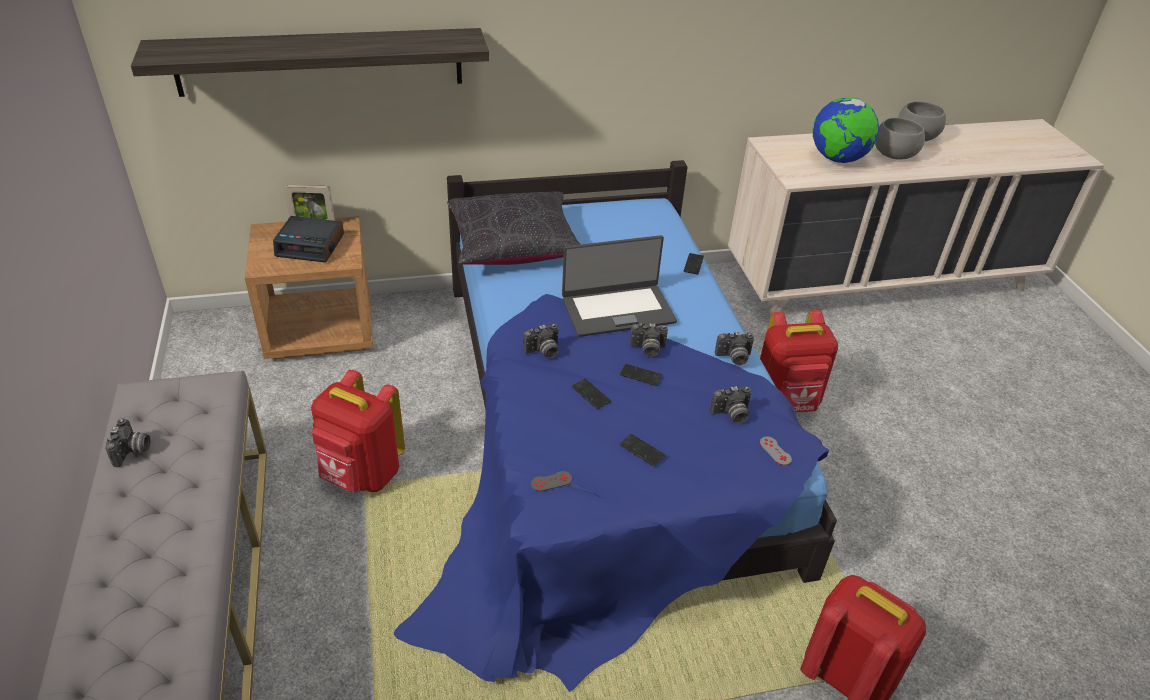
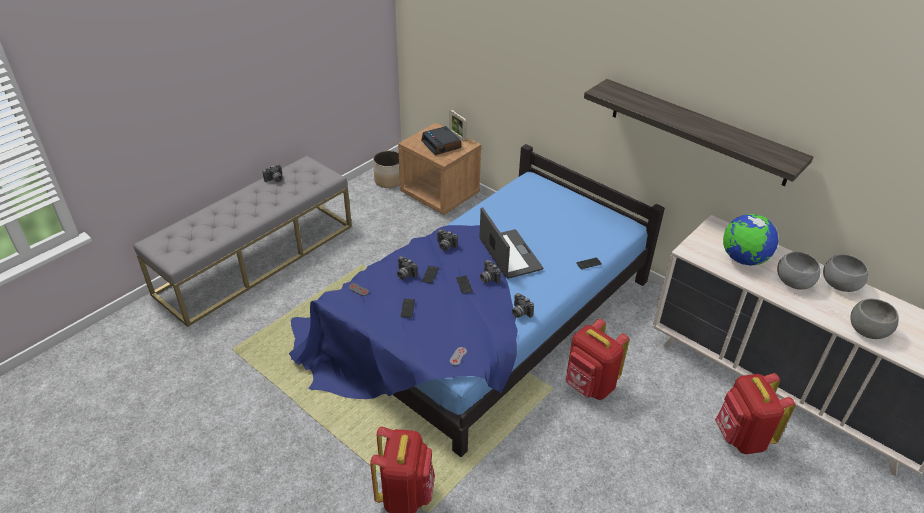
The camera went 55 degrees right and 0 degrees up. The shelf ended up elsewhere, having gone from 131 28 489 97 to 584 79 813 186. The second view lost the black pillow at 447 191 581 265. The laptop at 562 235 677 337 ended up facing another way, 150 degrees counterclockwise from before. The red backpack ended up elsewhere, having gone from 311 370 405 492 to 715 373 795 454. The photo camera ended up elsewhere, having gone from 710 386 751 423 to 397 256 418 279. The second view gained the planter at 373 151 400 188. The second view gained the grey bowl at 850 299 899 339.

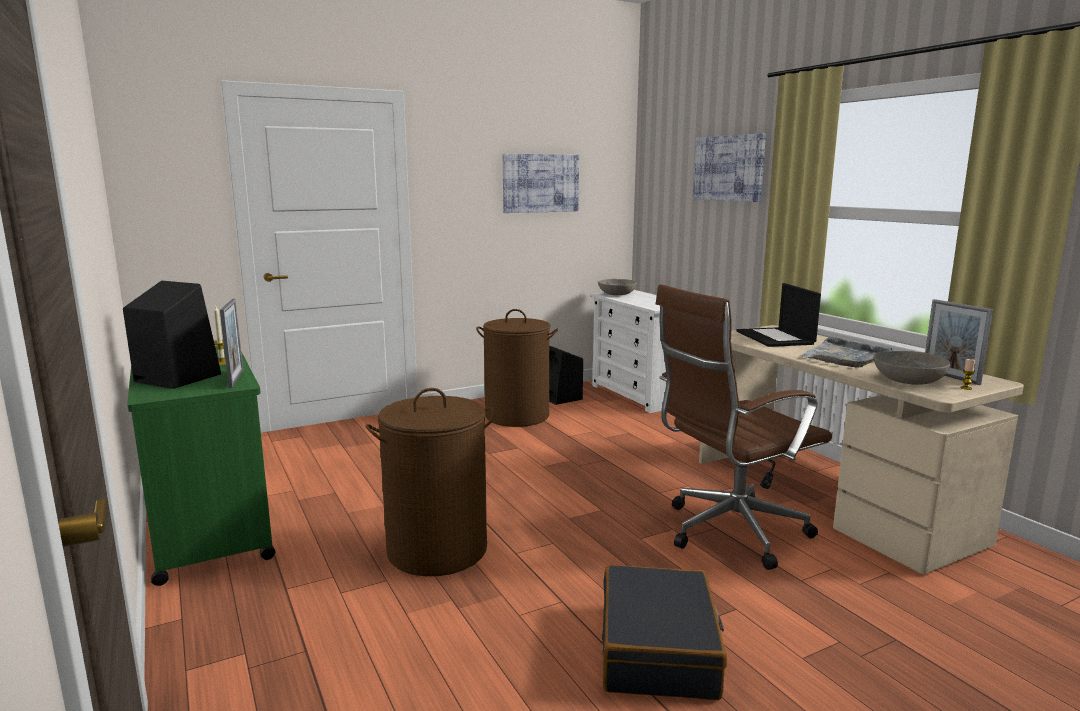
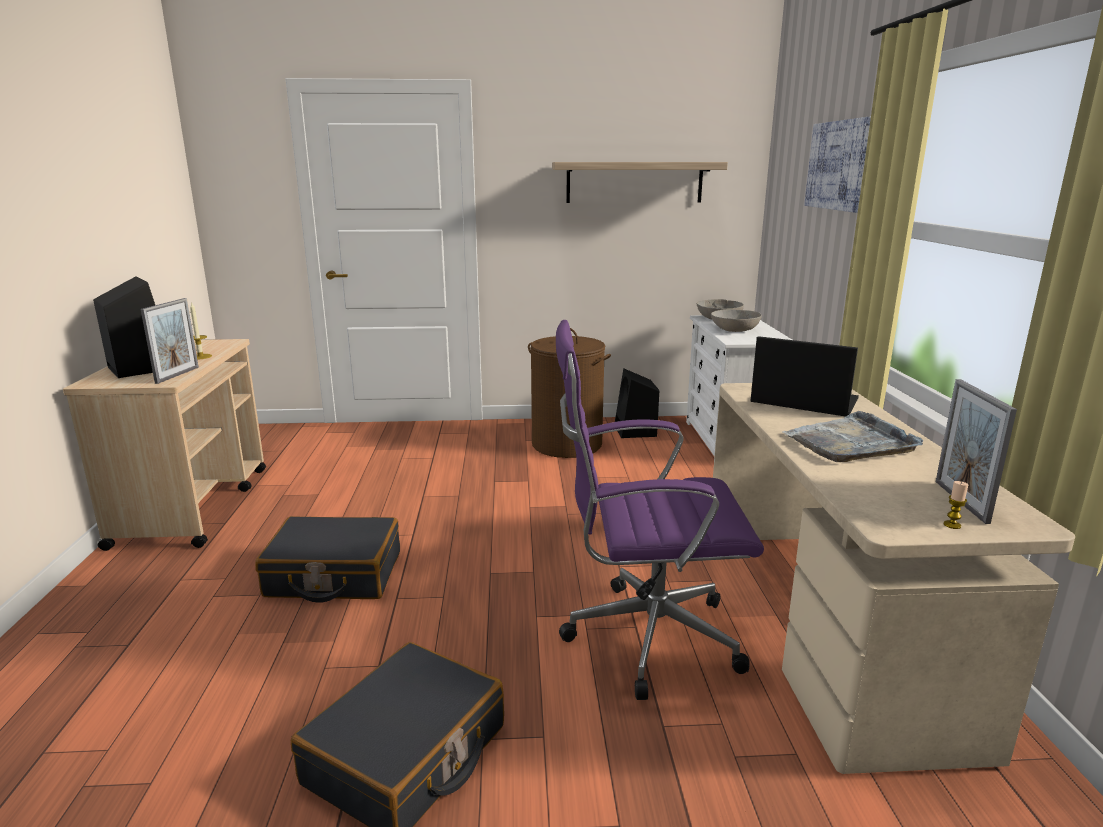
The camera went 25 degrees right and 5 degrees up. Where the picture hung at 503 154 579 213, the shelf came to hang at 552 162 728 203. The laptop at 736 283 821 347 ended up facing another way, 105 degrees clockwise from before. What was the brown office chair at 656 284 832 570 turned into the purple office chair at 556 320 764 700. What was the green cart at 127 345 276 586 turned into the beige cart at 63 339 266 551. The grey bowl ended up elsewhere, having gone from 873 351 951 385 to 711 309 762 332. Where the brown laundry basket stood at 366 388 495 576, the black suitcase came to stand at 255 516 400 603.

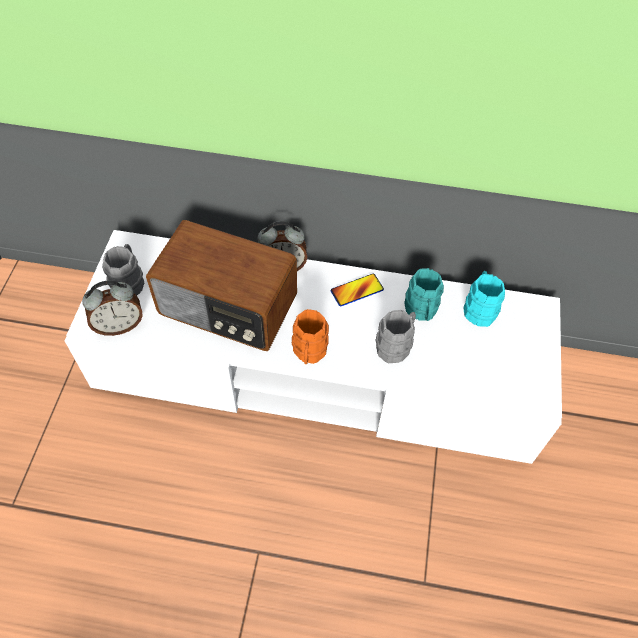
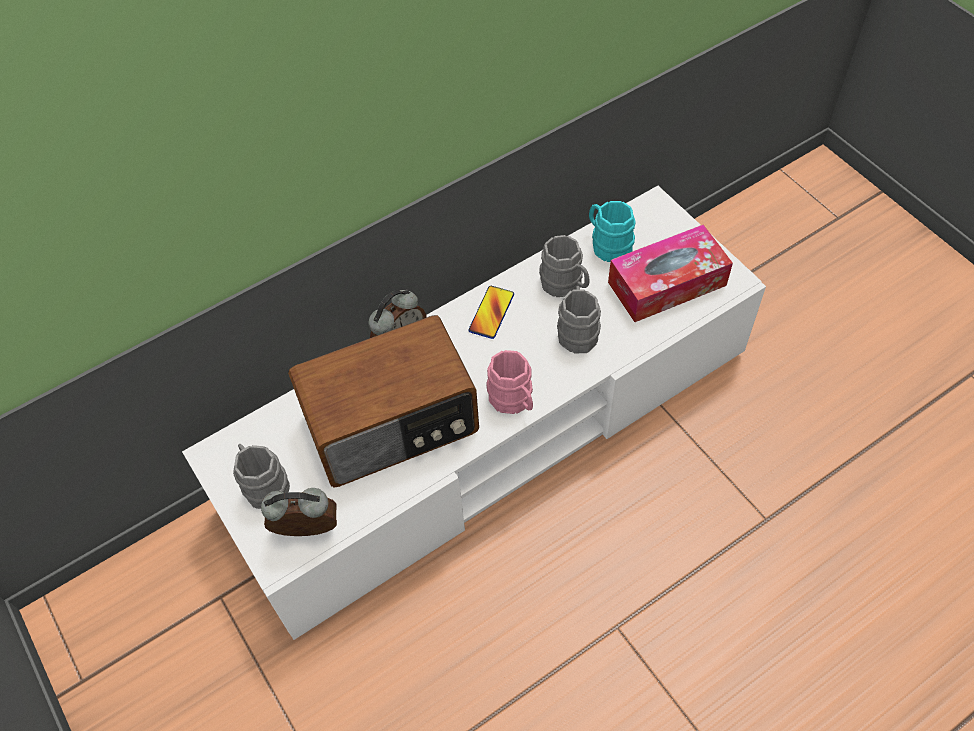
The camera went 40 degrees left and 0 degrees up. What was the turquoise mug at 405 268 444 321 turned into the grey mug at 539 235 590 297. The alarm clock at 82 281 143 336 ended up facing another way, 120 degrees counterclockwise from before. What was the orange mug at 292 309 329 364 turned into the pink mug at 486 350 533 414. The second view gained the tissue box at 608 225 733 322.

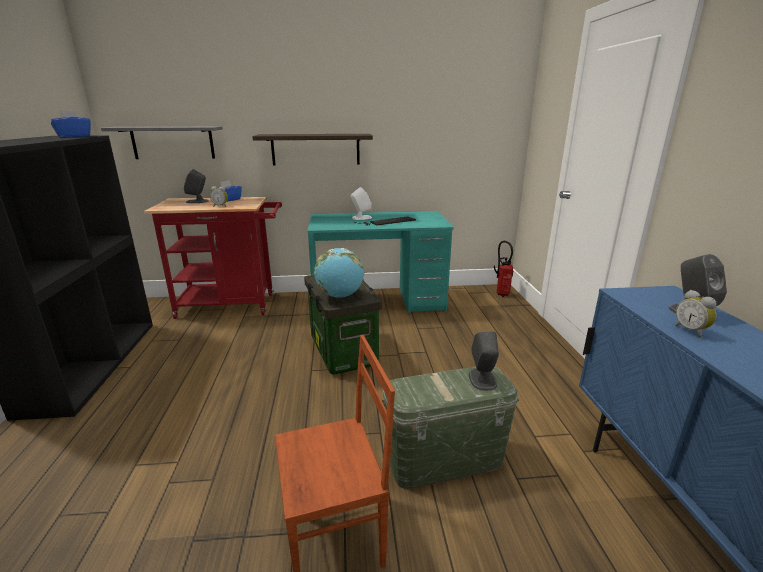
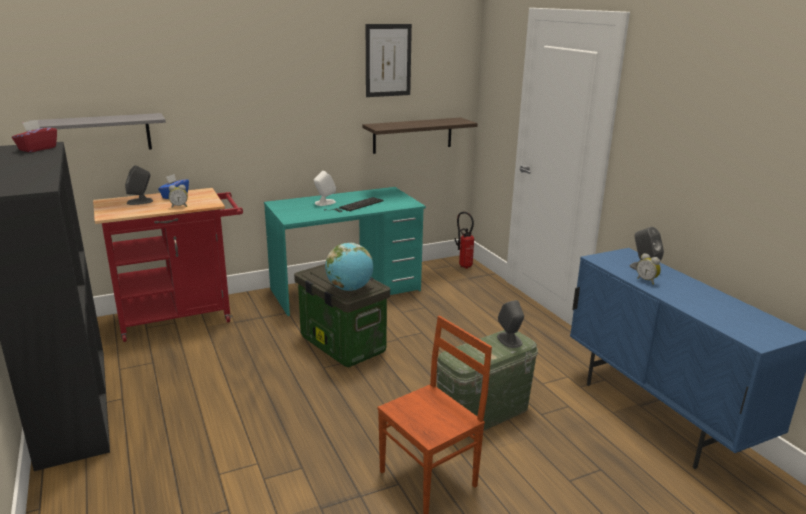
The camera went 20 degrees left and 0 degrees up. What was the blue tissue box at 51 110 90 137 turned into the red tissue box at 12 120 57 152. The shelf ended up elsewhere, having gone from 252 134 373 165 to 362 117 478 154. The second view gained the picture at 366 24 412 97.

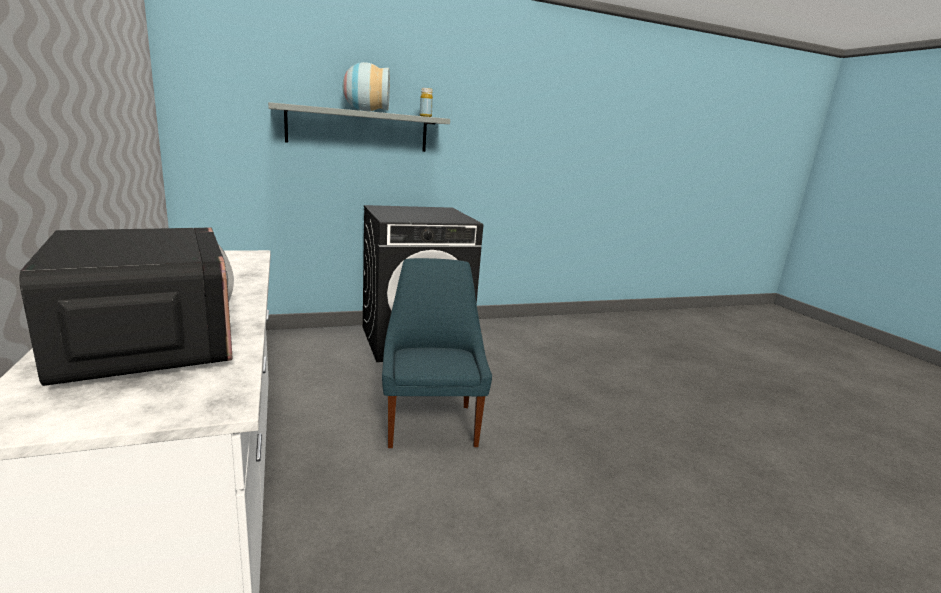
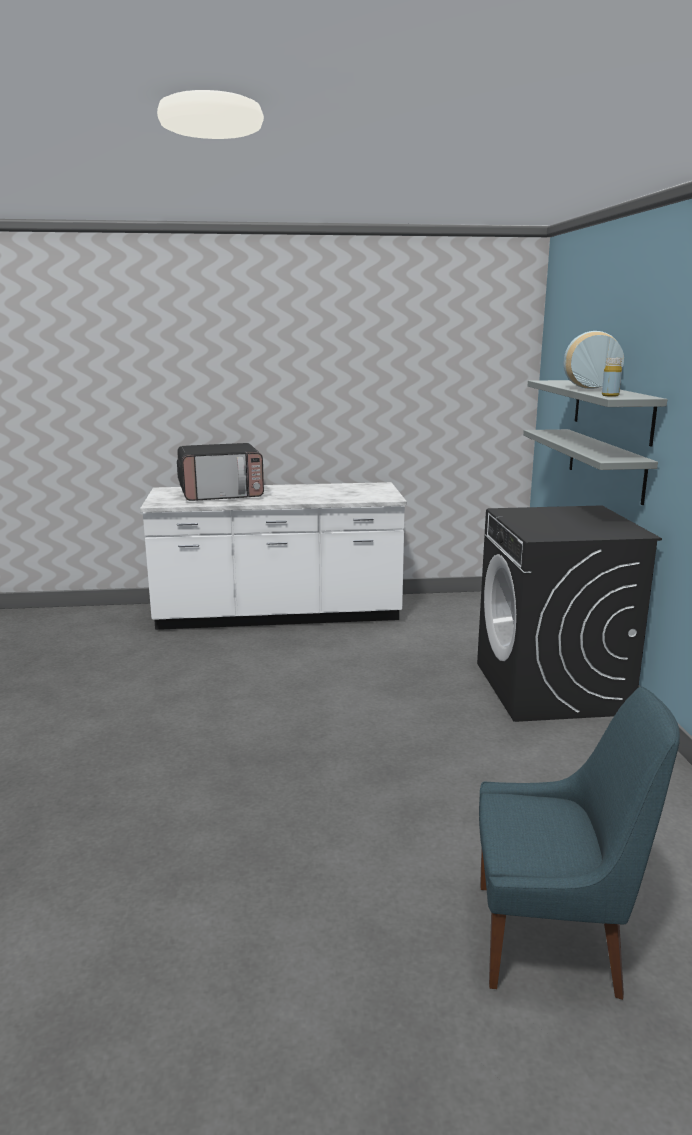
The camera went 105 degrees right and 0 degrees up. The blue chair ended up elsewhere, having gone from 382 258 492 448 to 479 686 680 1000. The second view gained the grey shelf at 523 429 658 505.

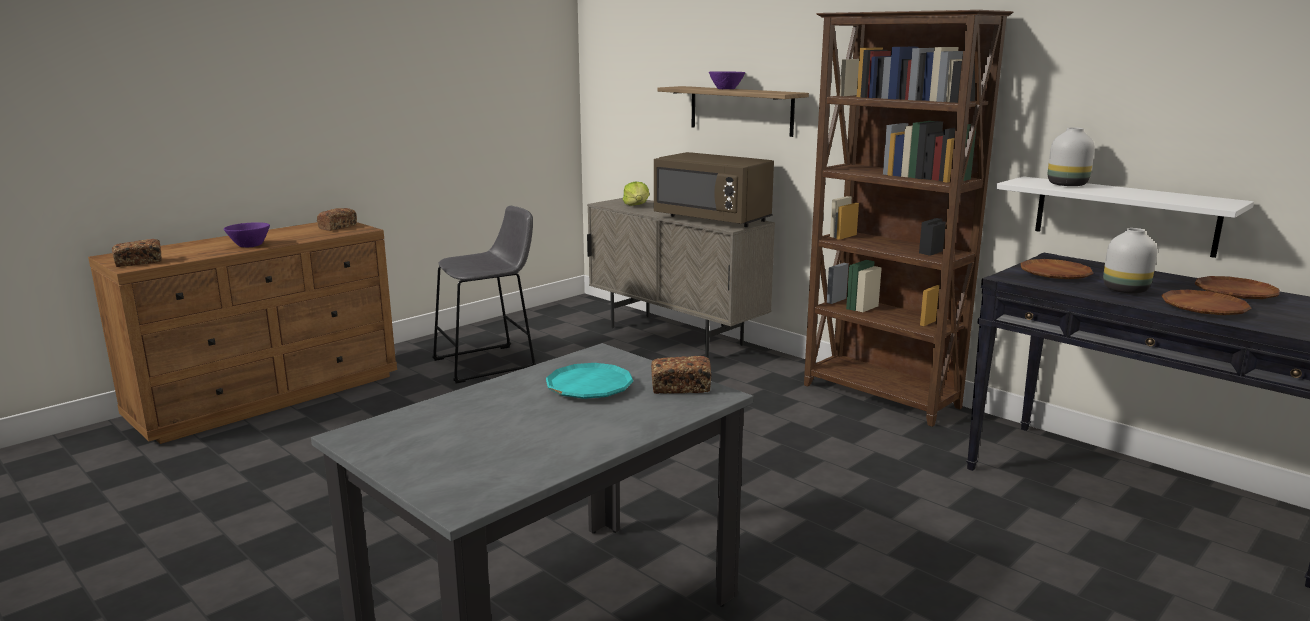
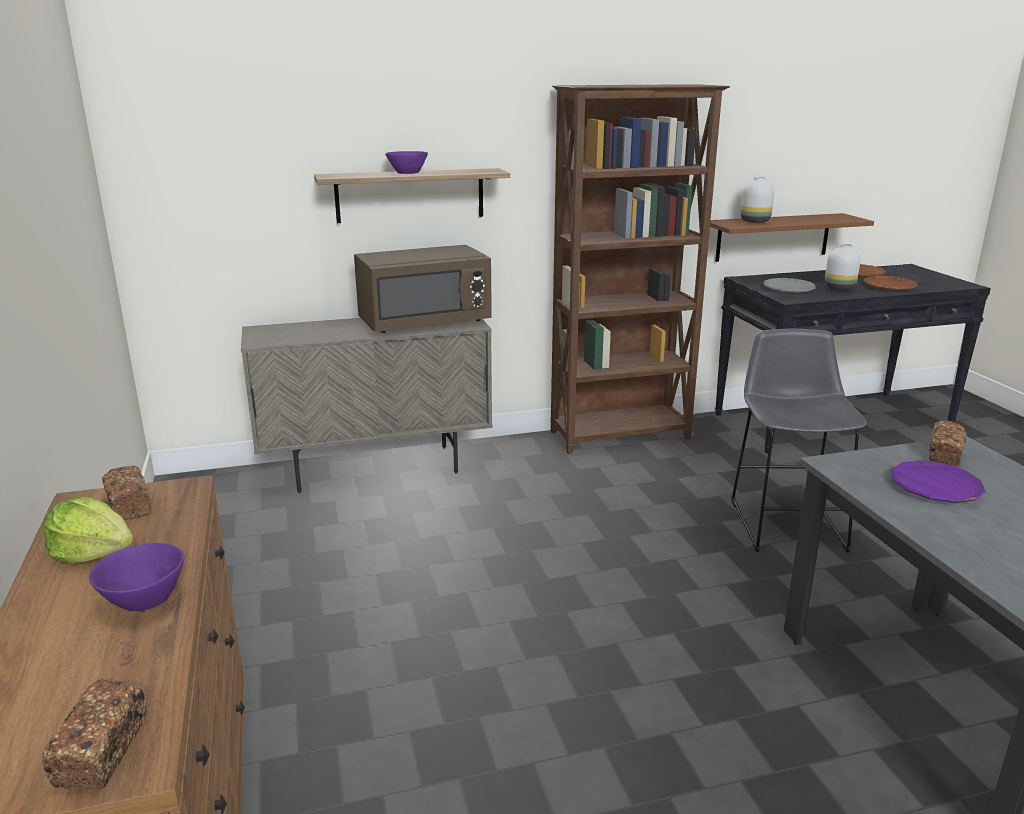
The camera went 60 degrees left and 5 degrees up. What was the white shelf at 996 176 1254 258 turned into the brown shelf at 710 213 874 262. The lettuce ended up elsewhere, having gone from 623 182 650 206 to 43 497 133 563. The grey stool ended up elsewhere, having gone from 432 206 536 383 to 731 328 867 552. What was the brown plate at 1021 259 1093 279 turned into the grey plate at 763 278 815 293. What was the turquoise plate at 546 363 633 399 turned into the purple plate at 891 460 986 503.

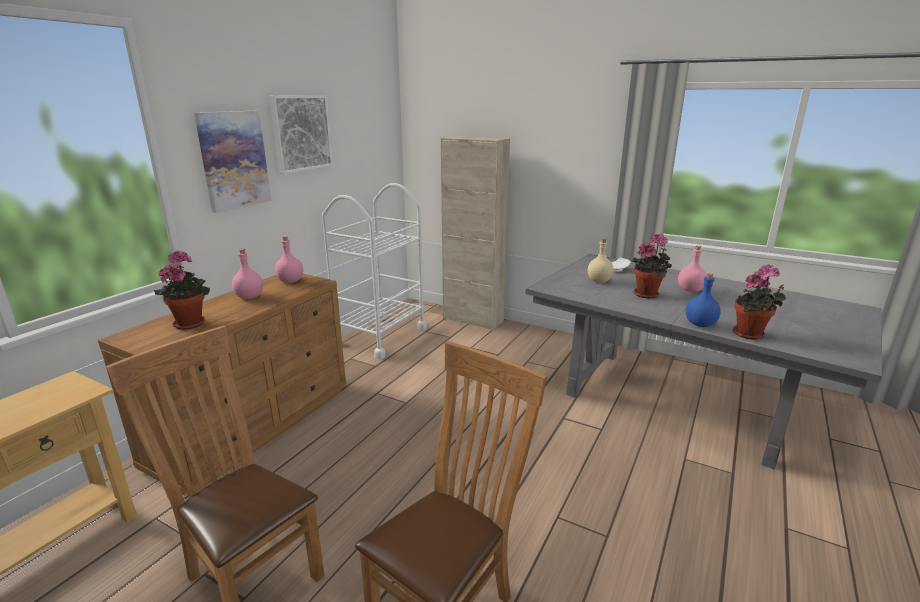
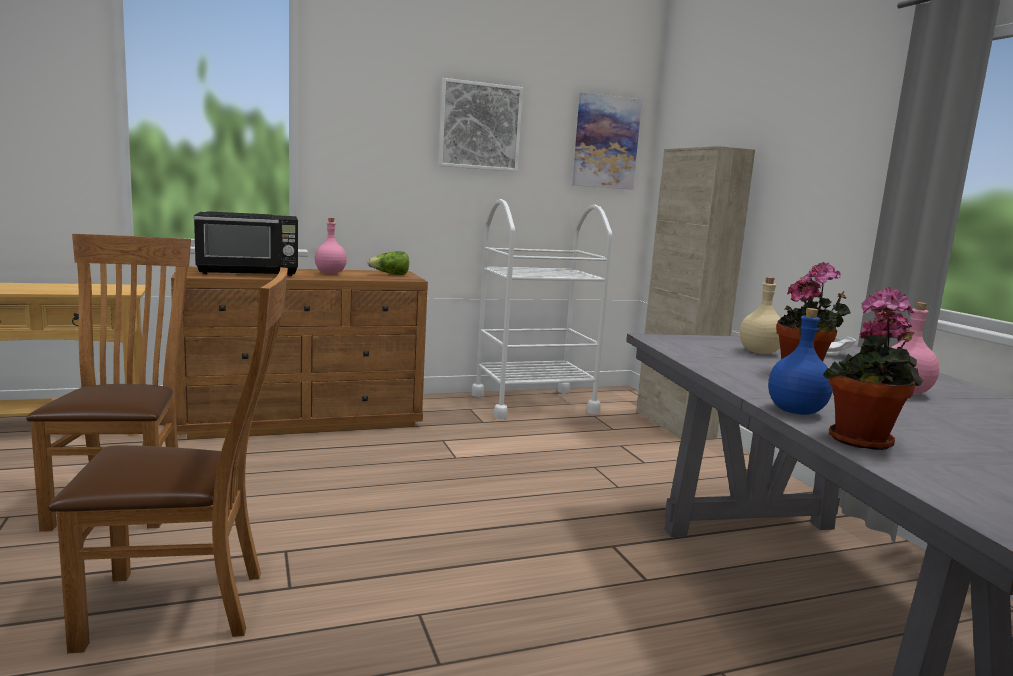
The camera went 40 degrees right and 10 degrees down. The picture ended up elsewhere, having gone from 194 111 271 213 to 572 92 642 189. Where the pink bottle stood at 275 236 303 283, the lettuce came to stand at 367 251 409 275. Where the potted plant stood at 154 250 210 329, the black microwave came to stand at 194 211 298 276.

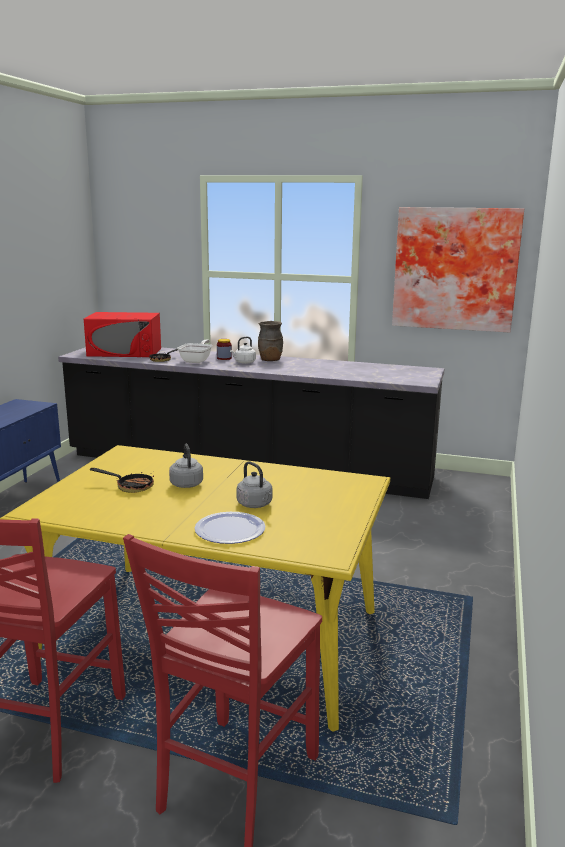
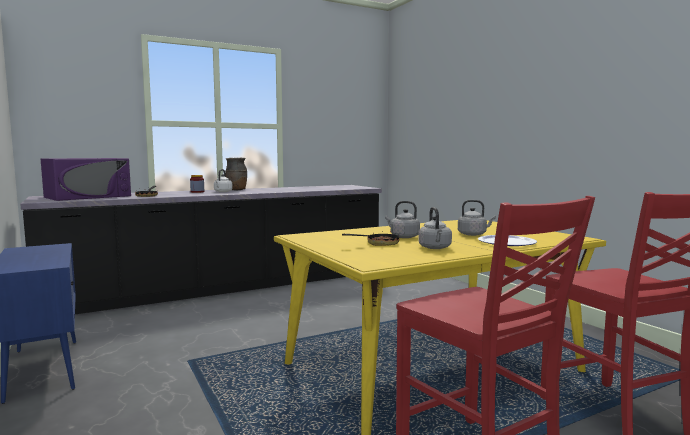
The camera went 45 degrees left and 10 degrees down. The second view lost the picture at 392 207 524 333. What was the red microwave at 84 312 161 357 turned into the purple microwave at 41 158 131 201. The second view lost the frying pan at 177 340 213 363. The second view gained the grey kettle at 418 207 452 249.

